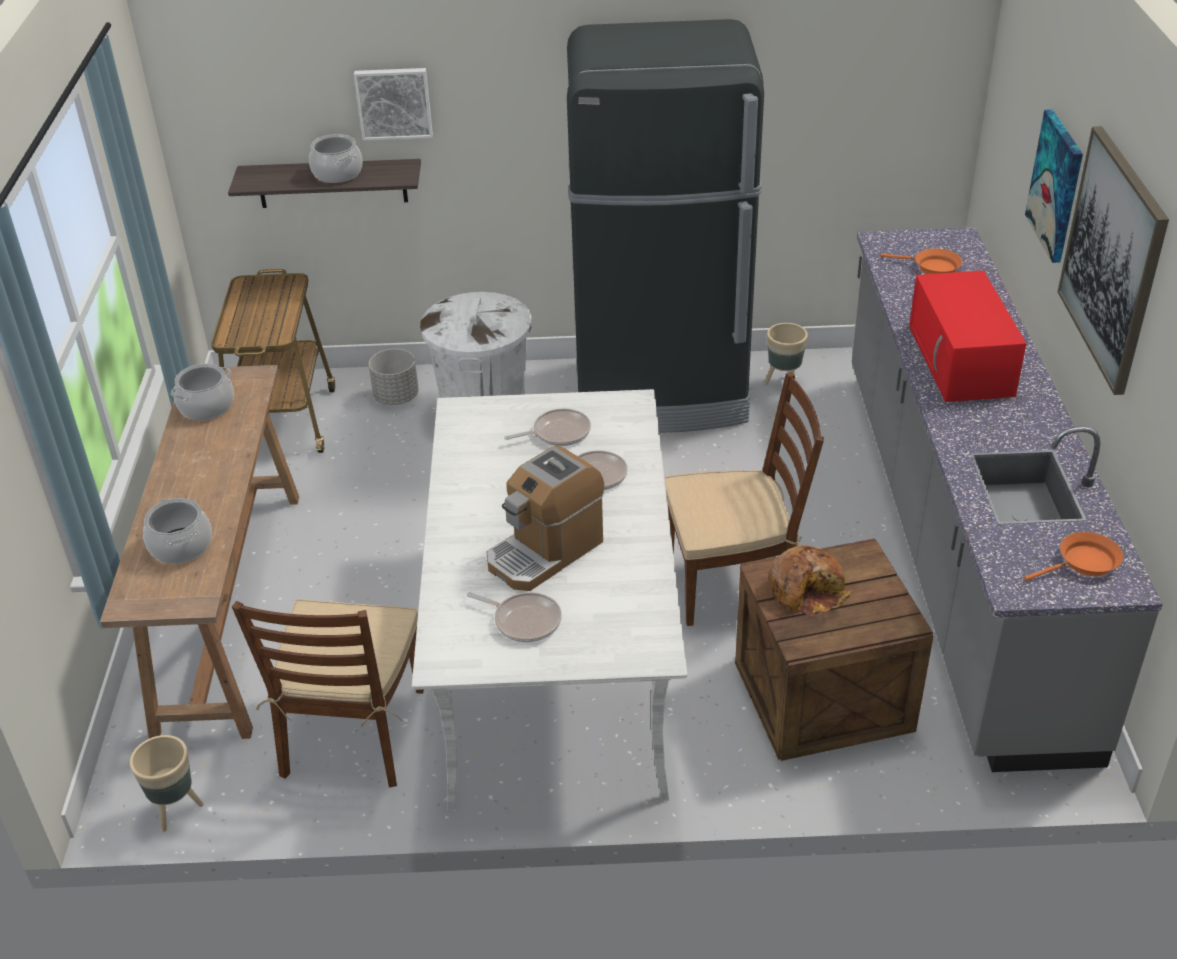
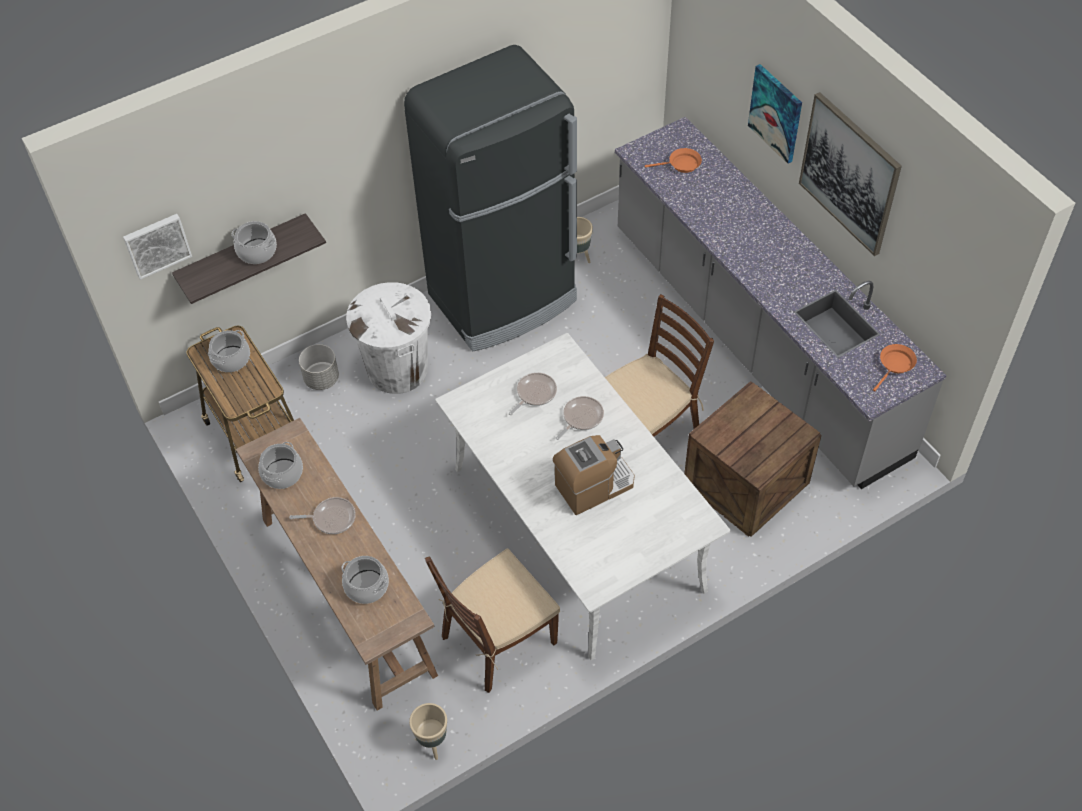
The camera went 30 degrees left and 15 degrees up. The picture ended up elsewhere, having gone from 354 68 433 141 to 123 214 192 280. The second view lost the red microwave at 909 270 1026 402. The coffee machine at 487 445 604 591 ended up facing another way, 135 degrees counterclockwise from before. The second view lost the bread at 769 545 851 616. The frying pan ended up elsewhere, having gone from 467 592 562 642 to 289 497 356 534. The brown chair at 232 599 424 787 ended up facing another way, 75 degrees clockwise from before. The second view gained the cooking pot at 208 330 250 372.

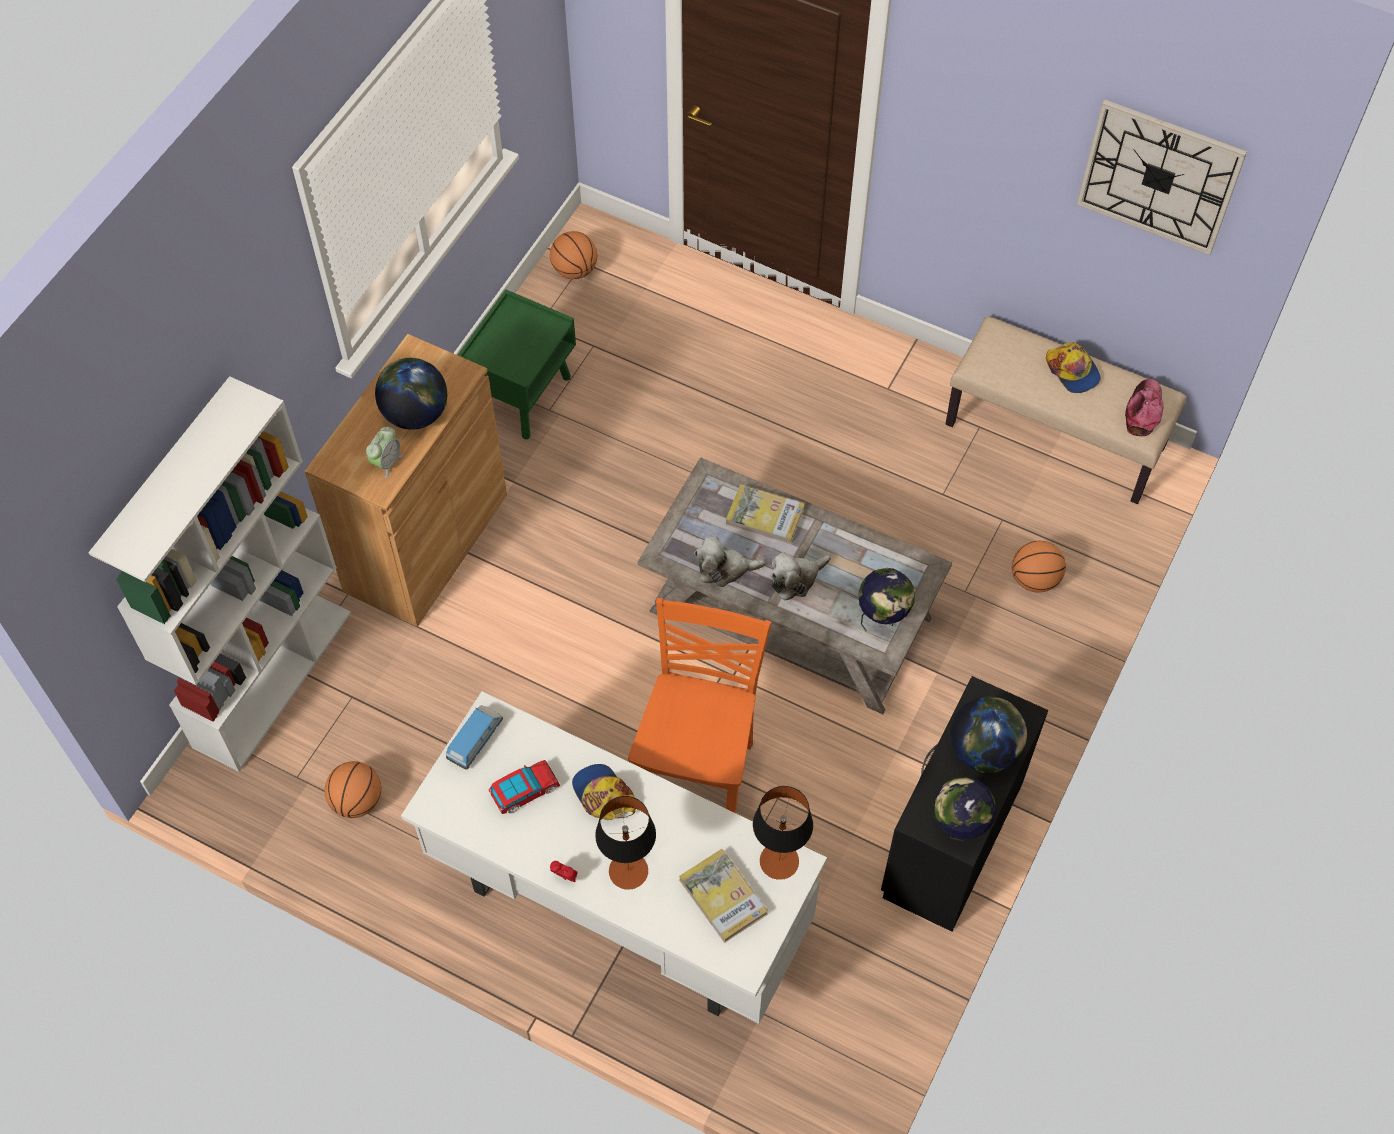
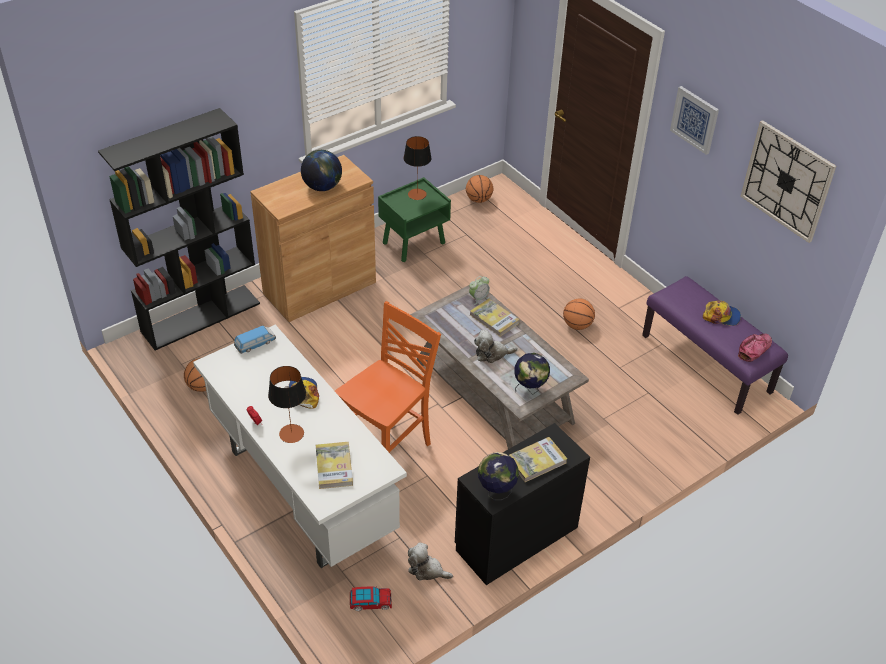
The camera went 25 degrees right and 15 degrees down. What was the beige bench at 946 316 1186 504 turned into the purple bench at 642 276 788 415. The cap at 1046 342 1101 393 ended up facing another way, 75 degrees counterclockwise from before. What was the white bookcase at 88 376 351 772 turned into the black bookcase at 98 108 260 350. The alarm clock ended up elsewhere, having gone from 366 427 403 478 to 469 276 490 305. The plush toy ended up elsewhere, having gone from 694 536 765 587 to 408 542 453 581. The basketball ended up elsewhere, having gone from 1012 541 1066 593 to 563 298 595 330. Where the globe stood at 950 696 1027 773, the book came to stand at 509 437 567 482. The toy car ended up elsewhere, having gone from 489 760 560 814 to 350 586 392 611. The table lamp ended up elsewhere, having gone from 753 786 813 880 to 403 136 432 200. The second view gained the picture at 670 86 719 155.

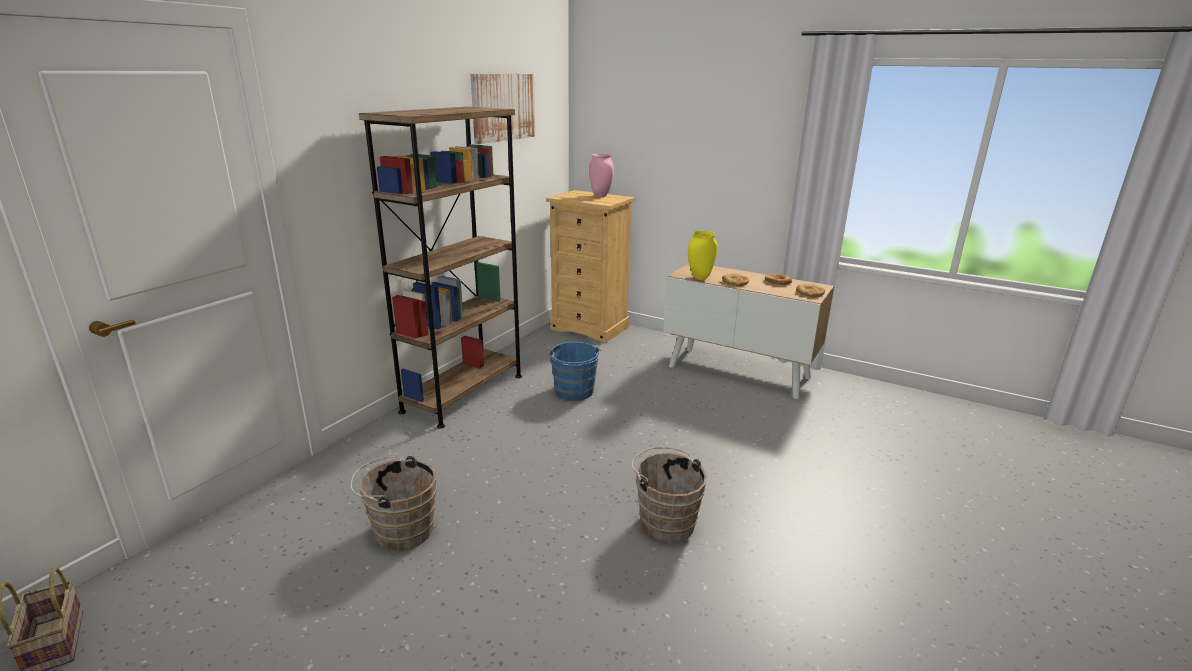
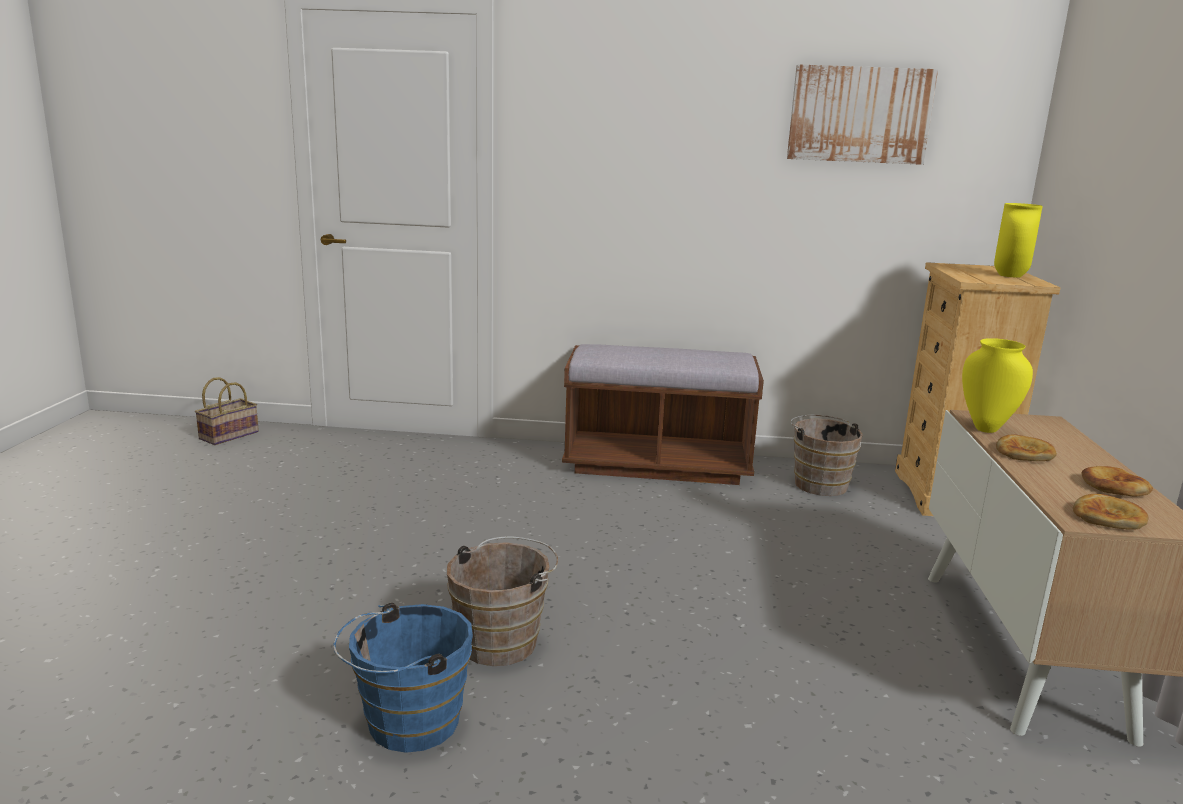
The camera went 65 degrees right and 5 degrees down. Where the brown bookcase stood at 359 107 522 429, the brown bench came to stand at 562 344 764 485. What was the pink vase at 589 154 614 197 turned into the yellow vase at 994 203 1043 278. The blue bucket ended up elsewhere, having gone from 547 342 601 401 to 333 603 473 753. The brown bucket ended up elsewhere, having gone from 350 455 437 551 to 790 415 863 496.

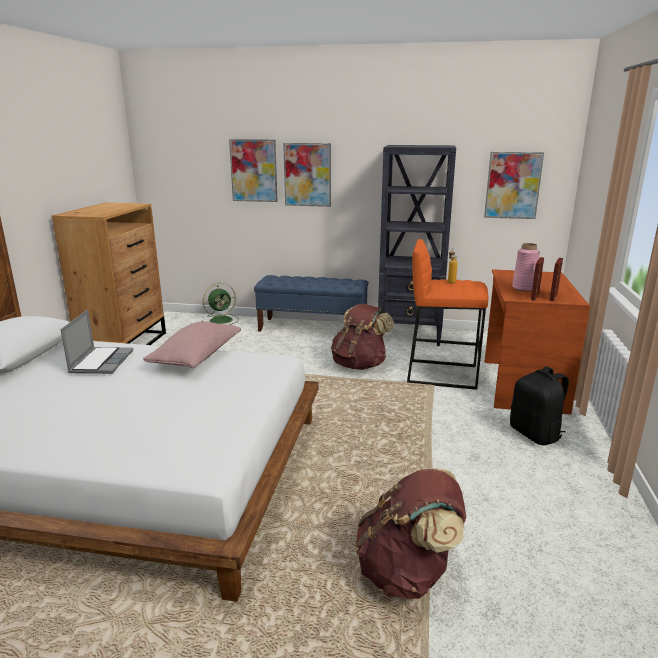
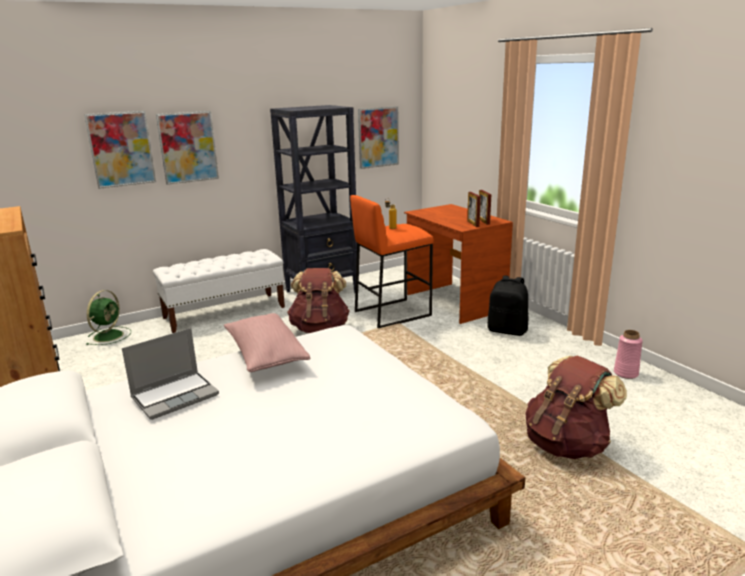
The camera went 40 degrees left and 0 degrees up. The pink vase ended up elsewhere, having gone from 512 243 540 291 to 614 330 643 379. What was the blue bench at 254 275 368 332 turned into the white bench at 153 249 285 333. The laptop at 60 309 133 374 ended up facing another way, 90 degrees clockwise from before.

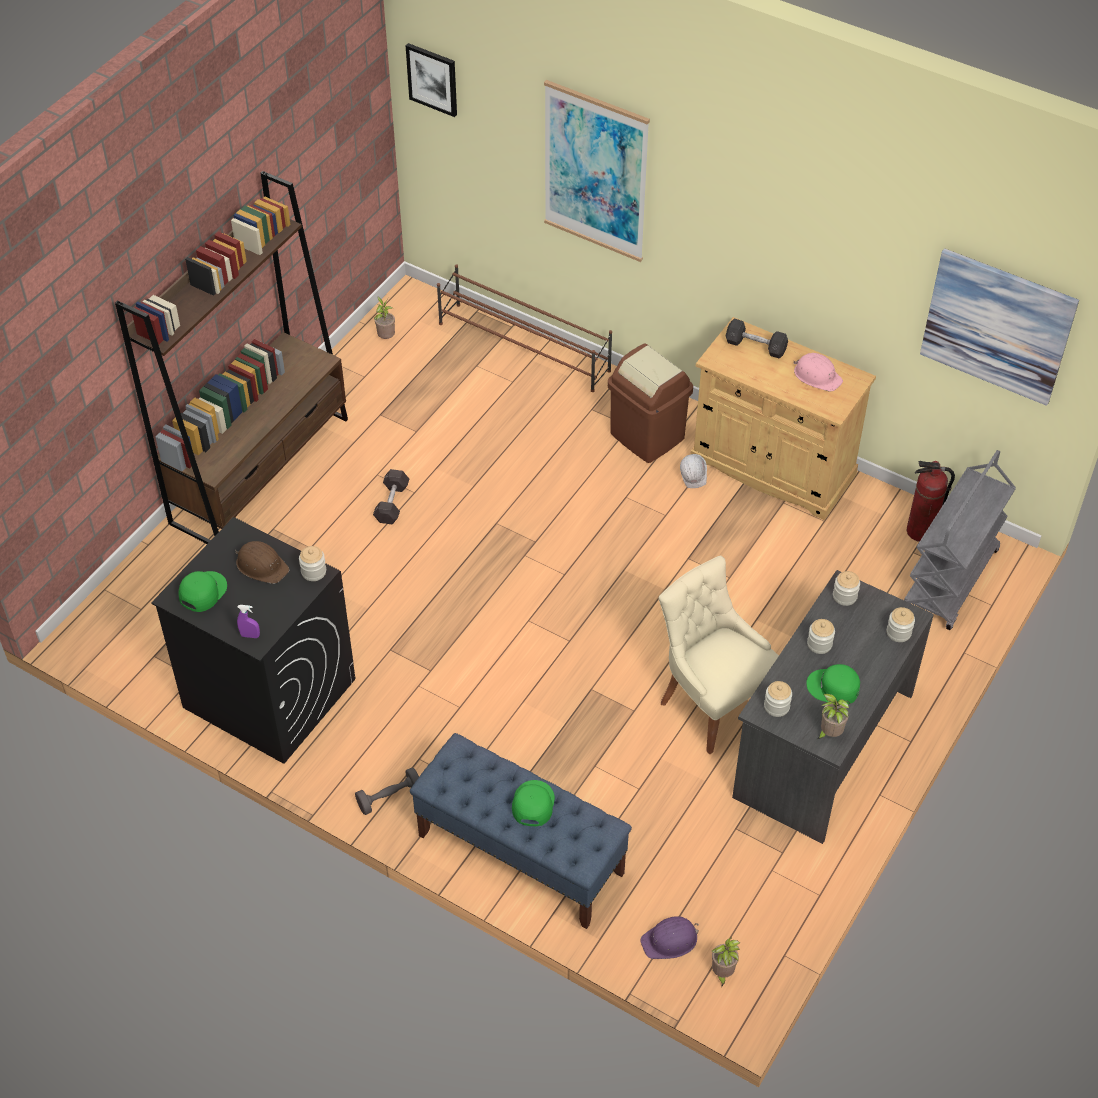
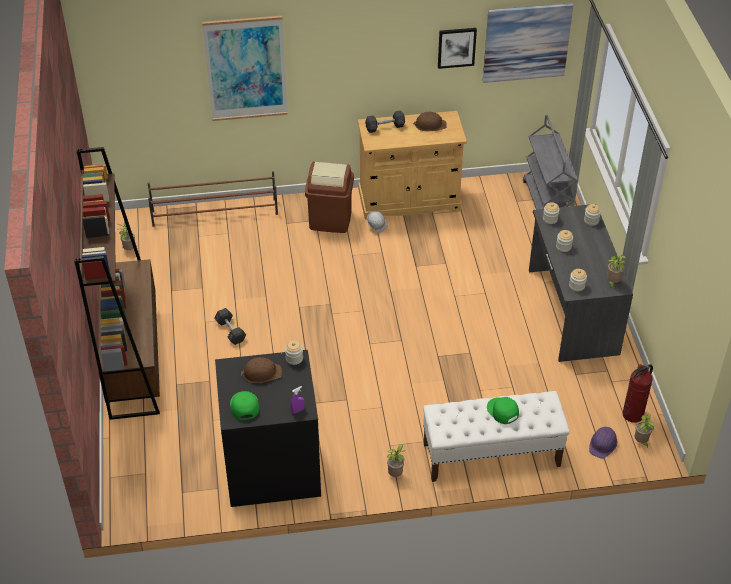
The camera went 40 degrees left and 5 degrees down. The picture ended up elsewhere, having gone from 406 43 457 117 to 438 28 477 69. What was the pink hard hat at 793 353 843 392 turned into the brown hard hat at 413 112 447 131. The fire extinguisher ended up elsewhere, having gone from 907 461 955 542 to 623 364 653 423. The second view lost the beige chair at 659 556 779 754. The second view lost the green cap at 806 664 860 704. What was the blue bench at 410 733 632 929 turned into the white bench at 423 391 570 482. Where the grey dumbbell stood at 355 768 419 815, the potted plant came to stand at 387 444 405 477.

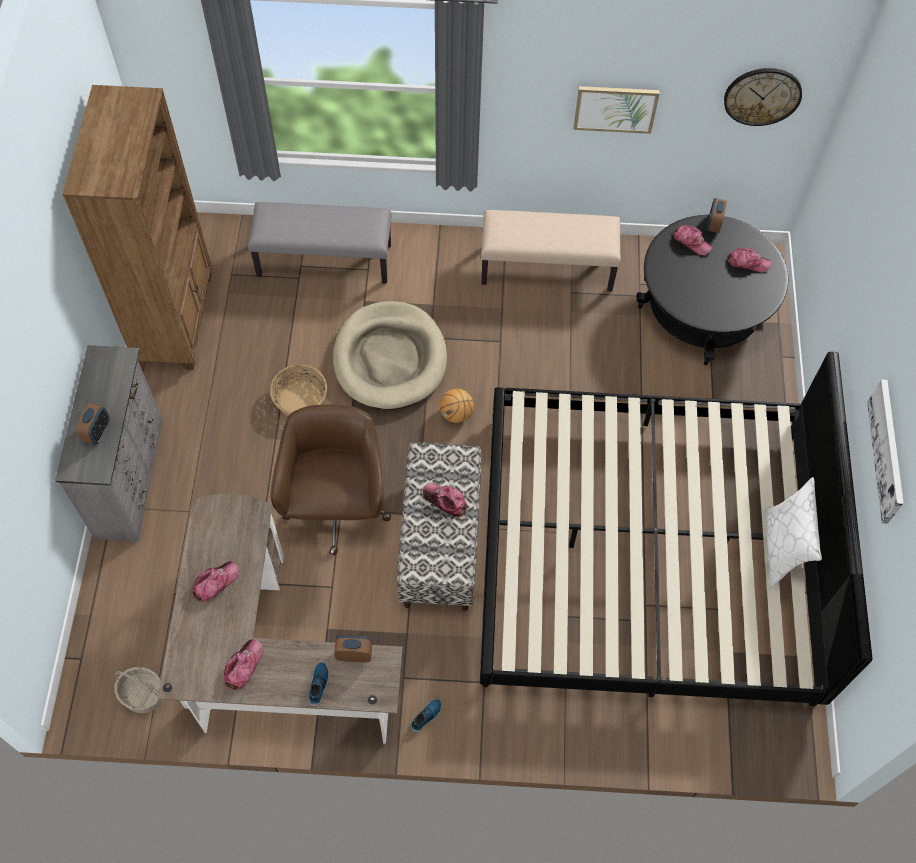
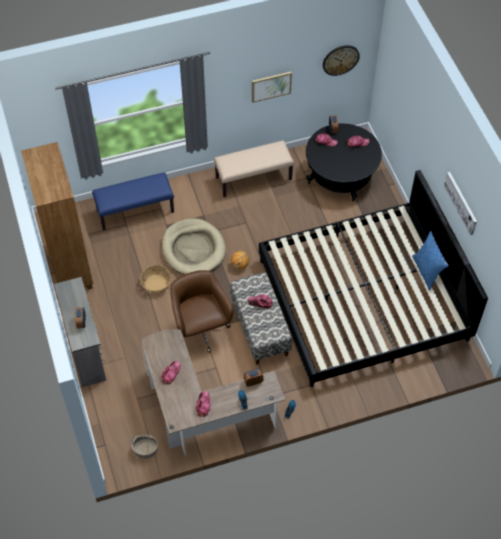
The camera went 20 degrees left and 5 degrees down. What was the grey bench at 248 202 392 284 turned into the blue bench at 92 172 174 231. What was the white pillow at 765 477 822 587 turned into the blue pillow at 412 231 449 291.

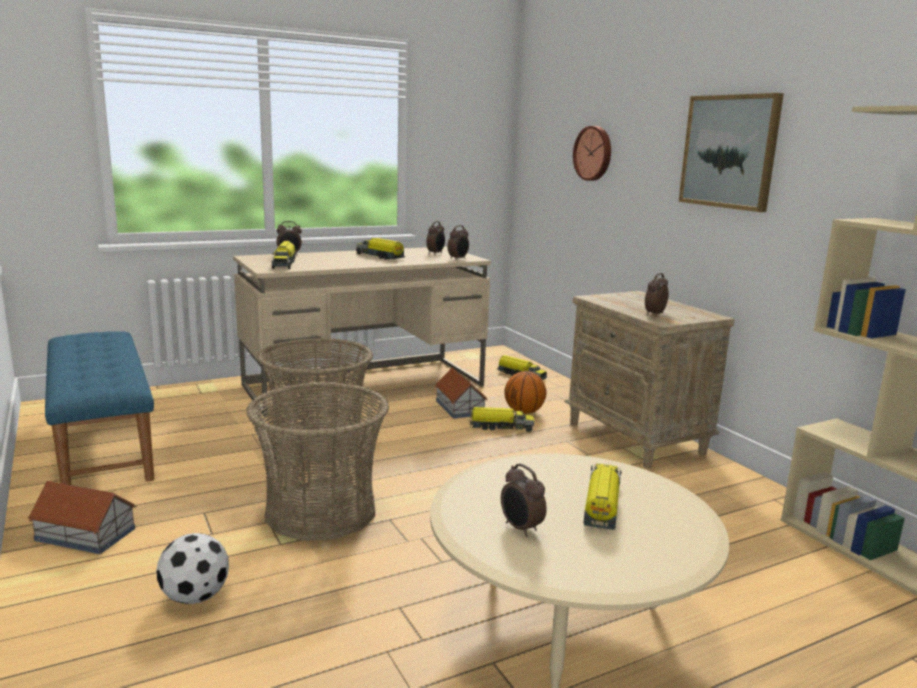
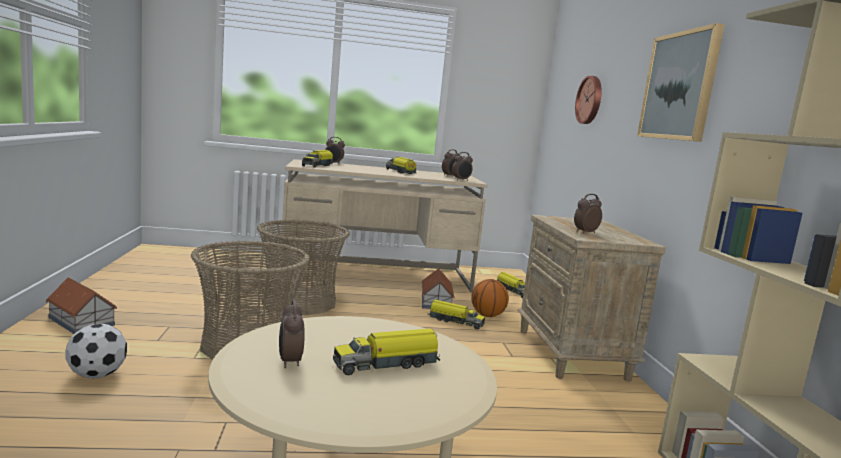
The camera went 20 degrees right and 5 degrees down. The second view lost the blue bench at 45 331 154 485. The toy truck at 583 464 622 530 ended up facing another way, 150 degrees counterclockwise from before.

